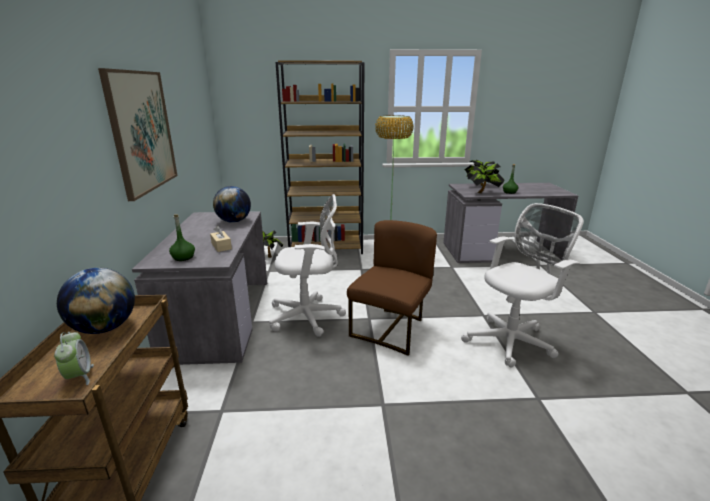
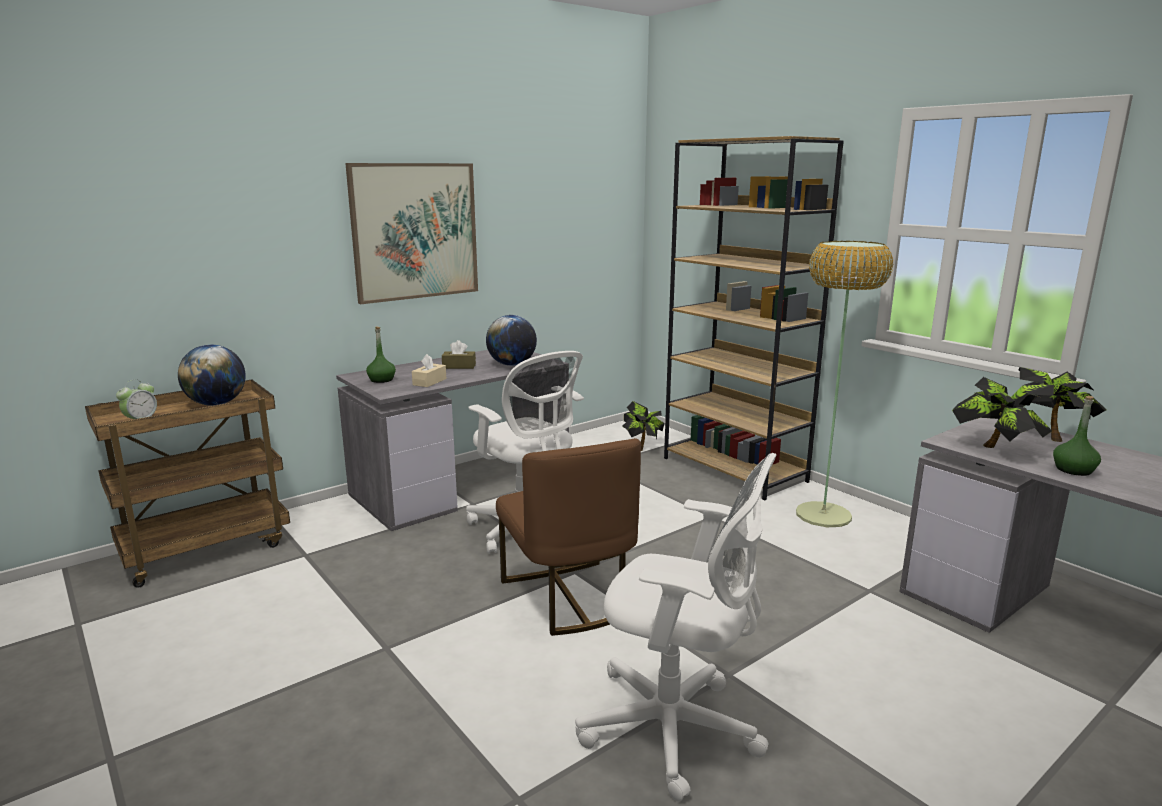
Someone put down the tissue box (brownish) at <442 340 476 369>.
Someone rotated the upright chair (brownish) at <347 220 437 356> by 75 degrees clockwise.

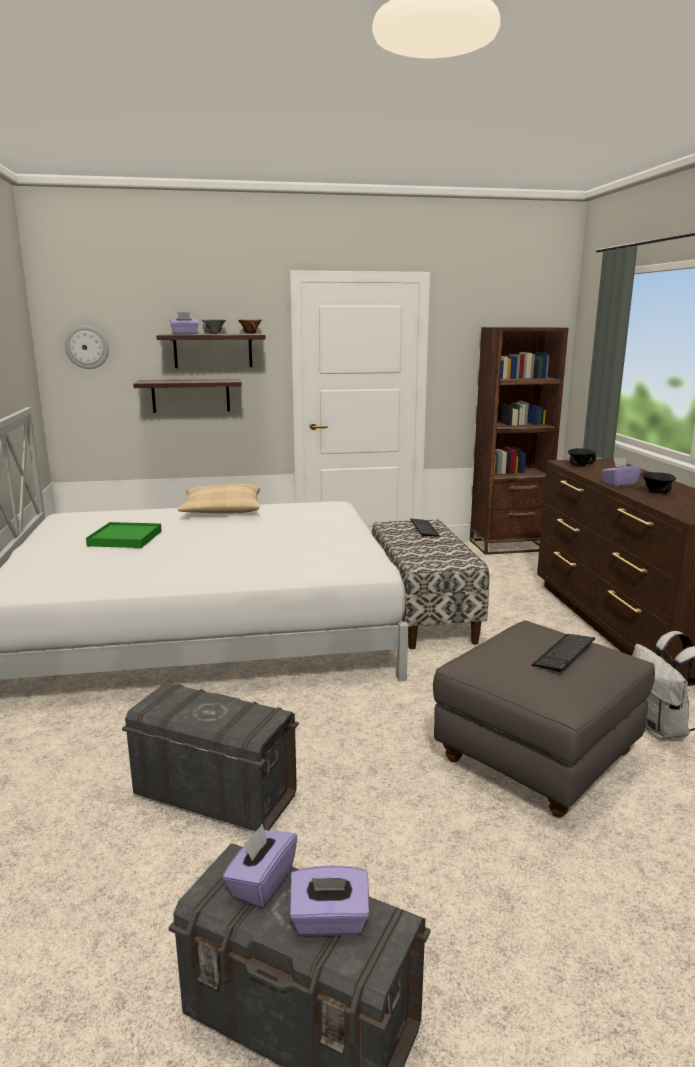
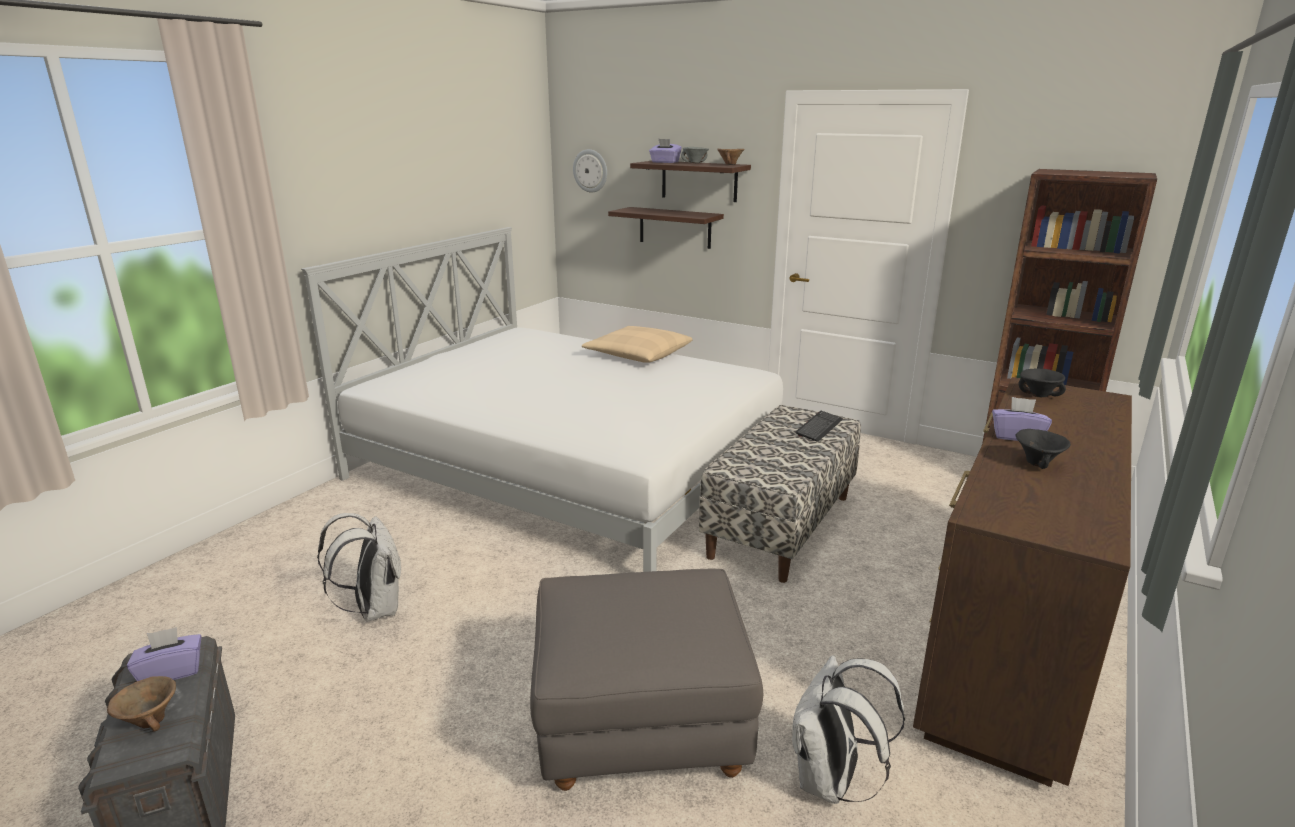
Someone took away the carrying tray (green-coloured) at <86 522 162 548>.
Someone took away the computer keyboard at <531 634 595 673>.
Someone swapped the storage container (grey) at <122 683 299 831> for the rucksack (whitish) at <317 513 401 622>.
Someone swapped the tissue box (purplish) at <290 865 369 936> for the bowl (brownish) at <107 676 176 732>.

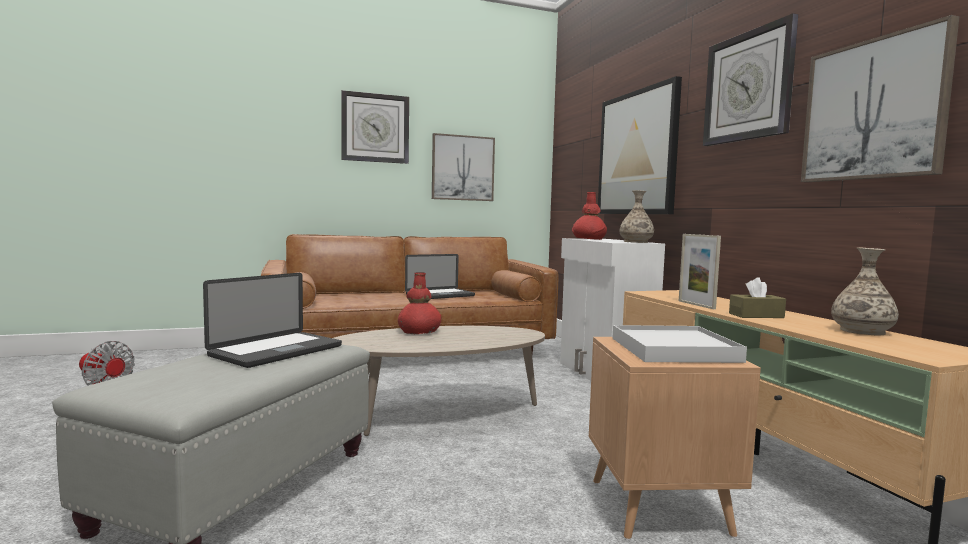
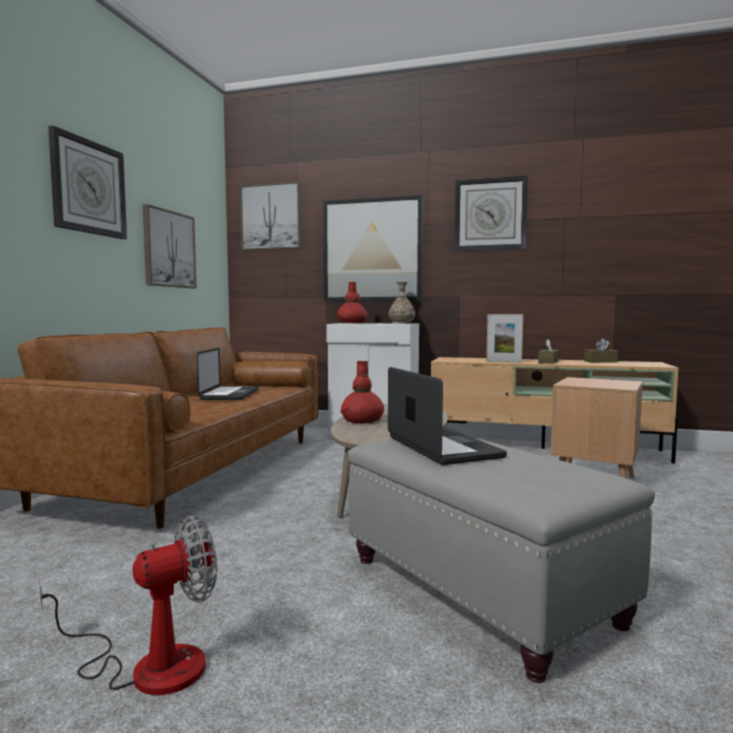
Someone took away the carrying tray (whitish) at <613 325 747 363>.
Someone carried the picture from <801 15 959 182> to <240 181 301 250>.
Someone swapped the decorative vase at <831 247 899 336> for the tissue box (brownish) at <584 338 618 363>.

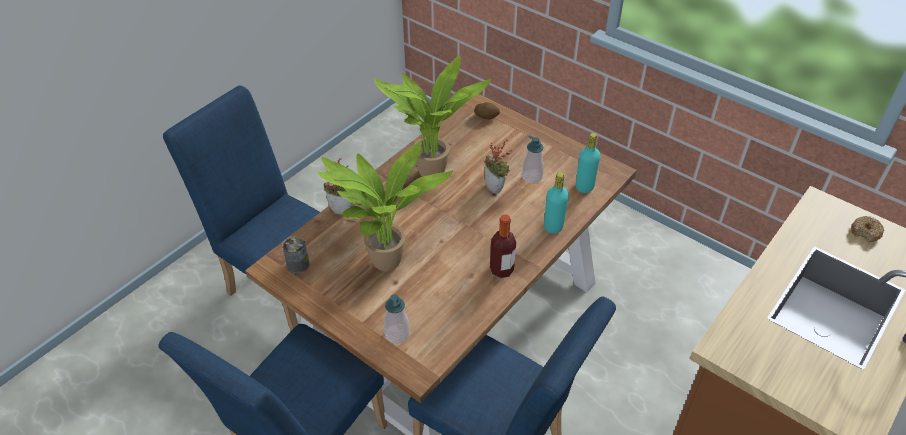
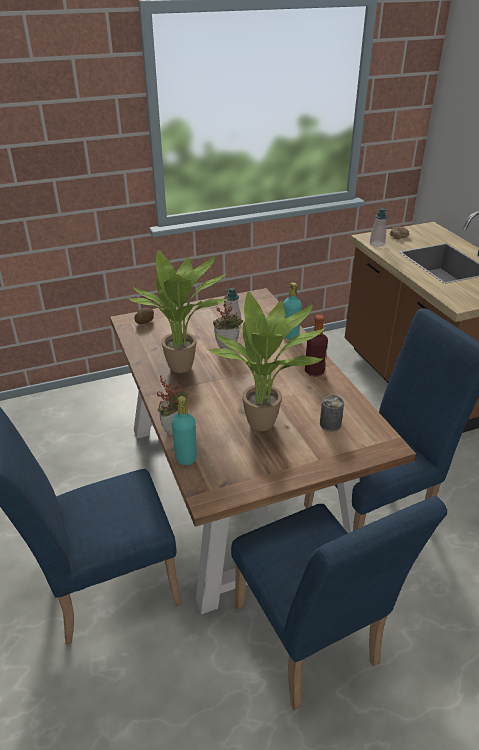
Someone carried the sealed can from <282 237 310 274> to <320 395 344 431>.
Someone carried the liquid soap bottle from <384 294 410 344> to <370 208 388 247>.
Someone carried the bottle (blue-green) from <576 133 600 193> to <172 396 197 465>.

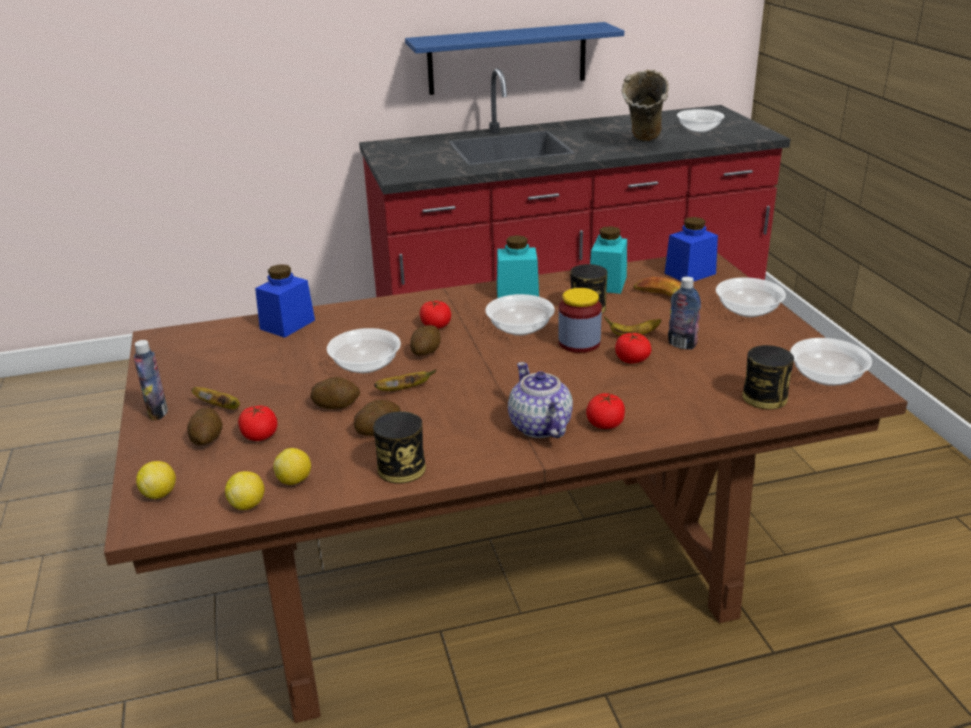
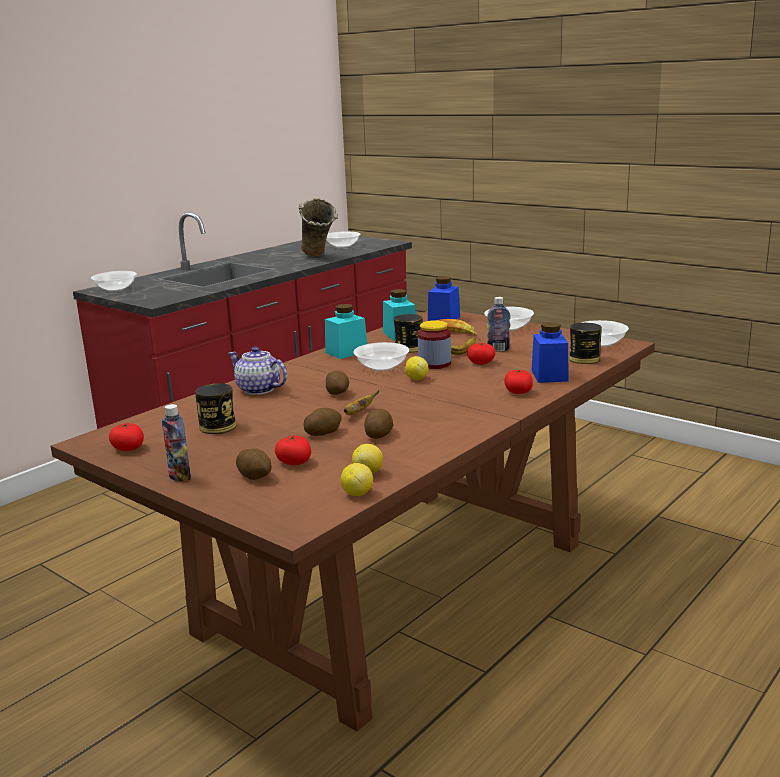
Someone took away the banana at <191 387 240 409>.
Someone took away the shelf (blue) at <405 22 624 95>.
Someone carried the lemon from <136 461 176 499> to <405 356 429 380>.
Someone carried the jar (blue) from <255 264 315 338> to <532 322 569 383>.
Someone carried the bowl from <327 328 401 373> to <91 271 137 291>.
Someone carried the sealed can from <373 411 426 484> to <195 384 236 434>.
Someone carried the tomato from <420 301 451 329> to <109 423 144 451>.
Someone carried the teapot from <508 362 573 438> to <228 347 287 395>.

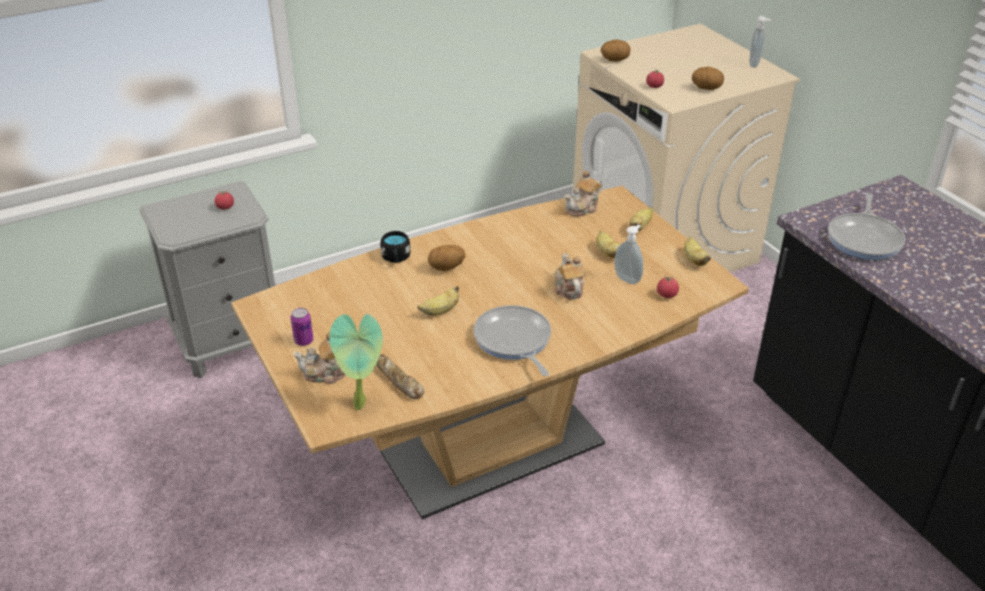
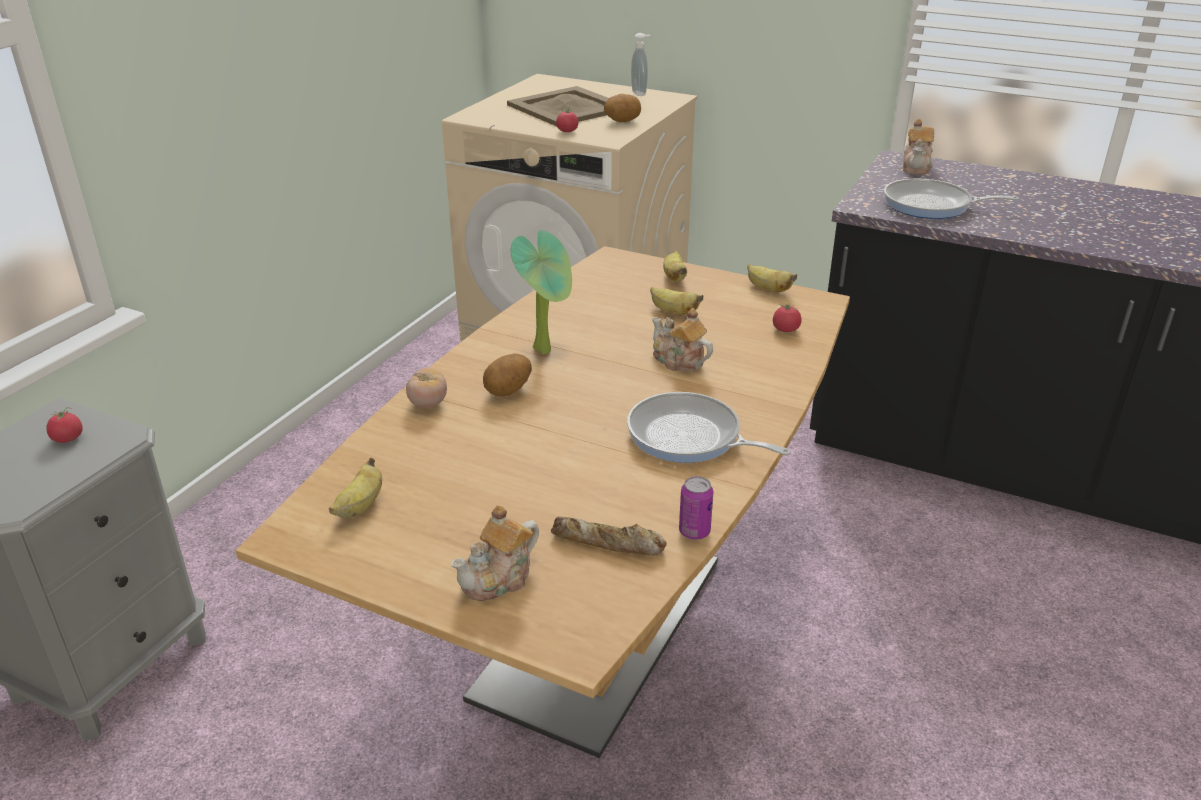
Someone took away the whole potato at <601 39 631 61>.
Someone took away the liquid soap bottle at <614 224 644 285>.
Someone put down the carrying tray (beige-coloured) at <507 86 609 126>.
Someone carried the sealed can from <290 308 313 346> to <679 476 713 540>.
Someone carried the houseplant from <329 314 383 410> to <510 230 572 354>.
Someone carried the banana from <417 286 459 316> to <329 458 382 518>.
Someone carried the teapot from <565 171 602 216> to <903 119 934 175>.
Someone swapped the tea mug (blackish) at <380 231 411 263> for the tomato at <406 368 447 408>.
Someone rotated the skillet at <828 193 905 260> by 120 degrees clockwise.

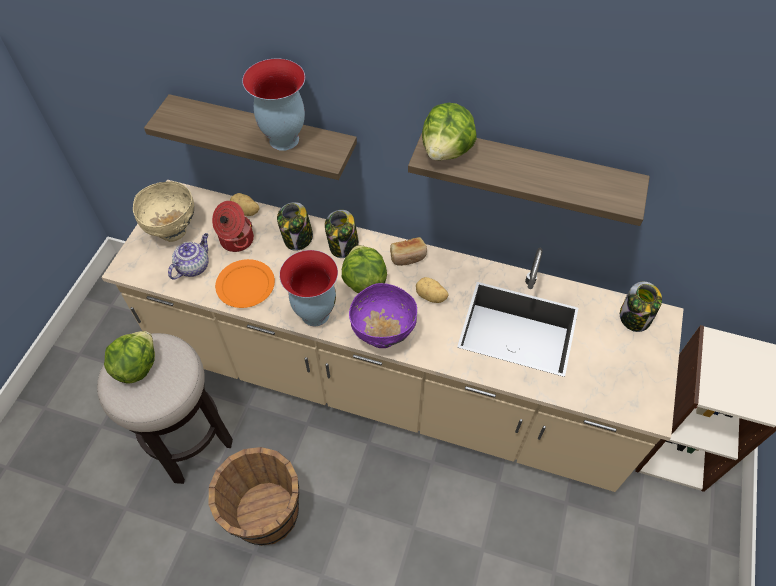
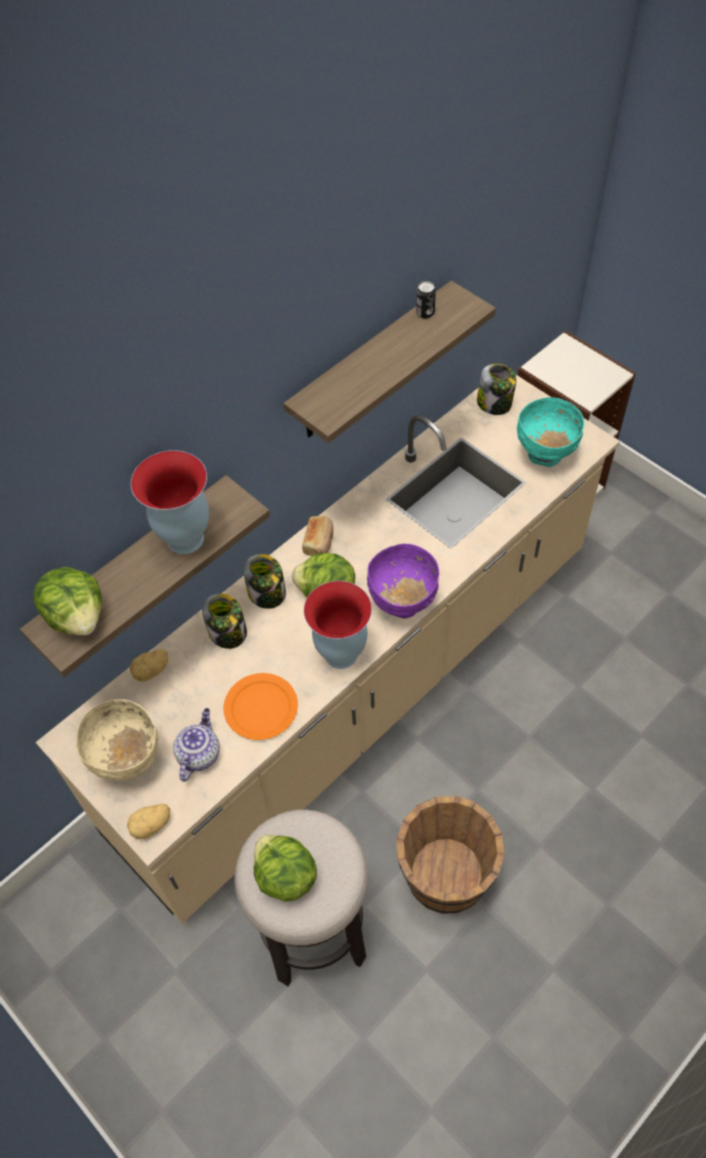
Someone took away the cooking pot at <212 201 254 252>.
Someone put down the sealed can at <416 281 436 319>.
Someone put down the bowl (blue-green) at <517 397 584 467>.
Someone carried the whole potato from <416 277 448 303> to <127 804 170 839>.
Someone carried the lettuce from <422 103 476 161> to <33 567 102 636>.
Someone rotated the teapot at <168 233 209 280> by 45 degrees clockwise.

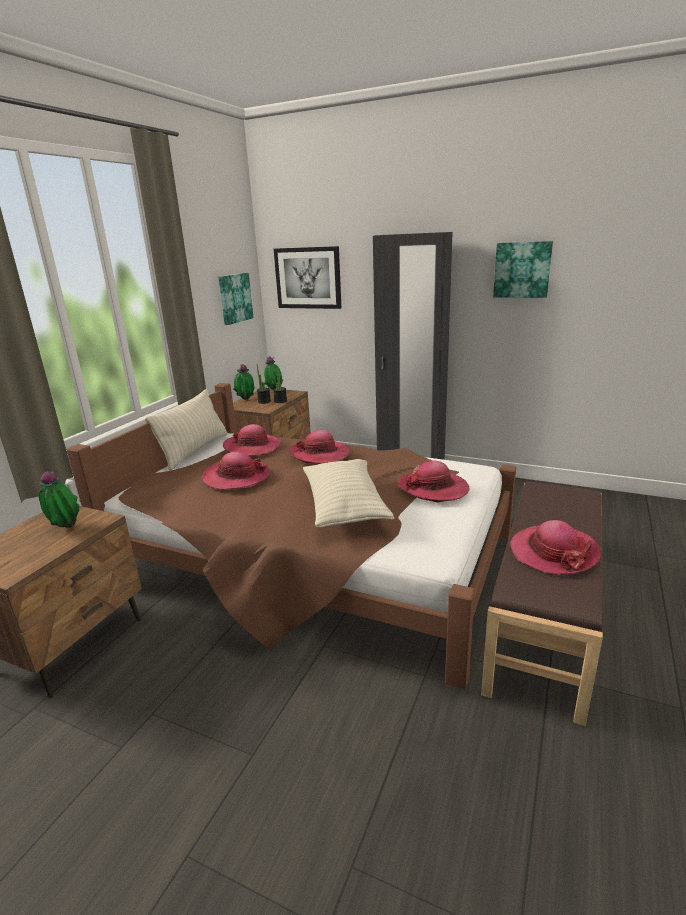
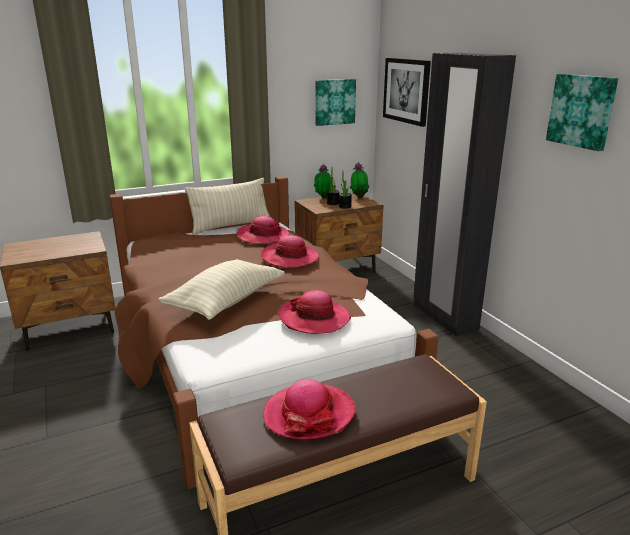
Someone took away the houseplant at <39 470 80 528>.
Someone took away the wearable hat at <202 451 270 489>.

